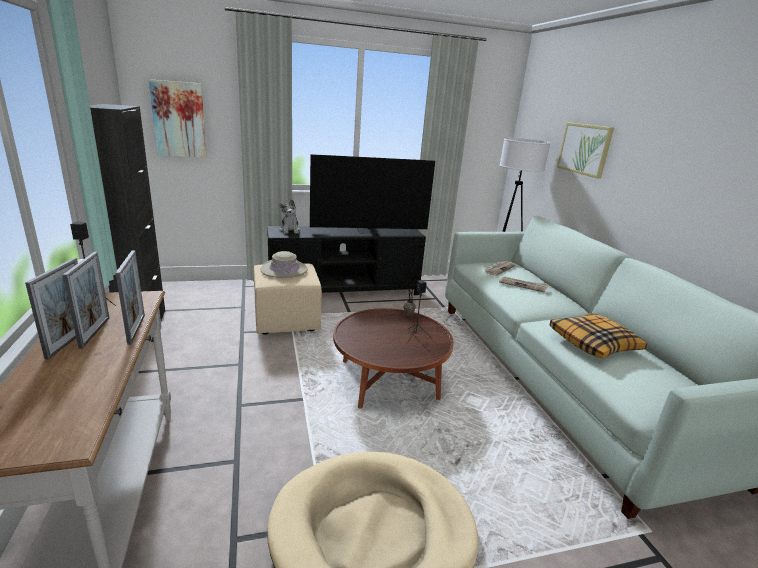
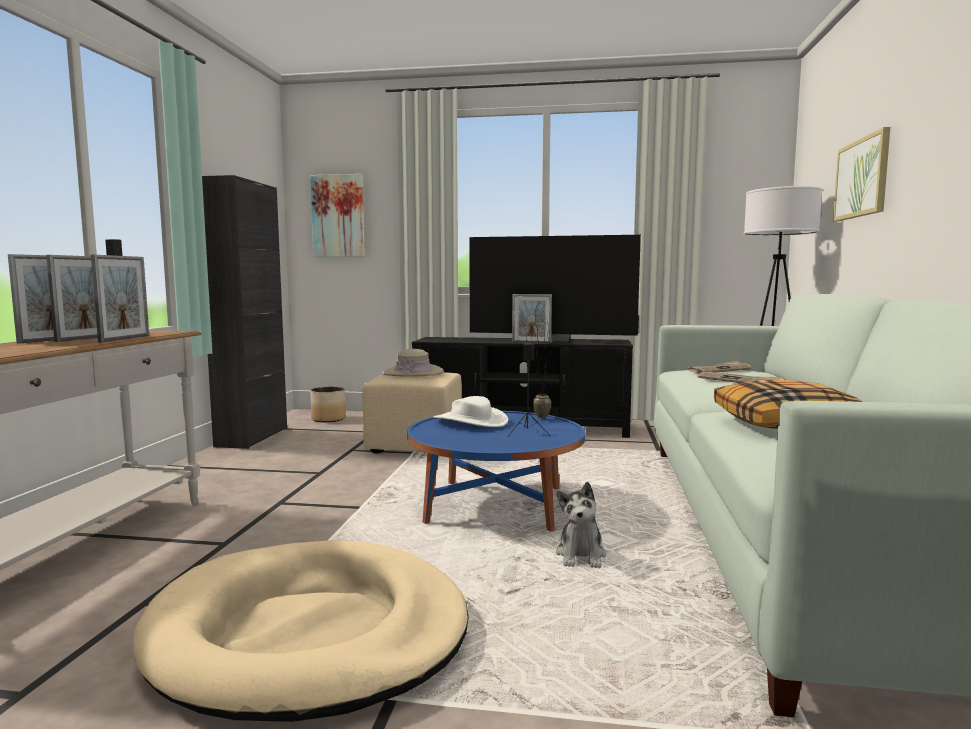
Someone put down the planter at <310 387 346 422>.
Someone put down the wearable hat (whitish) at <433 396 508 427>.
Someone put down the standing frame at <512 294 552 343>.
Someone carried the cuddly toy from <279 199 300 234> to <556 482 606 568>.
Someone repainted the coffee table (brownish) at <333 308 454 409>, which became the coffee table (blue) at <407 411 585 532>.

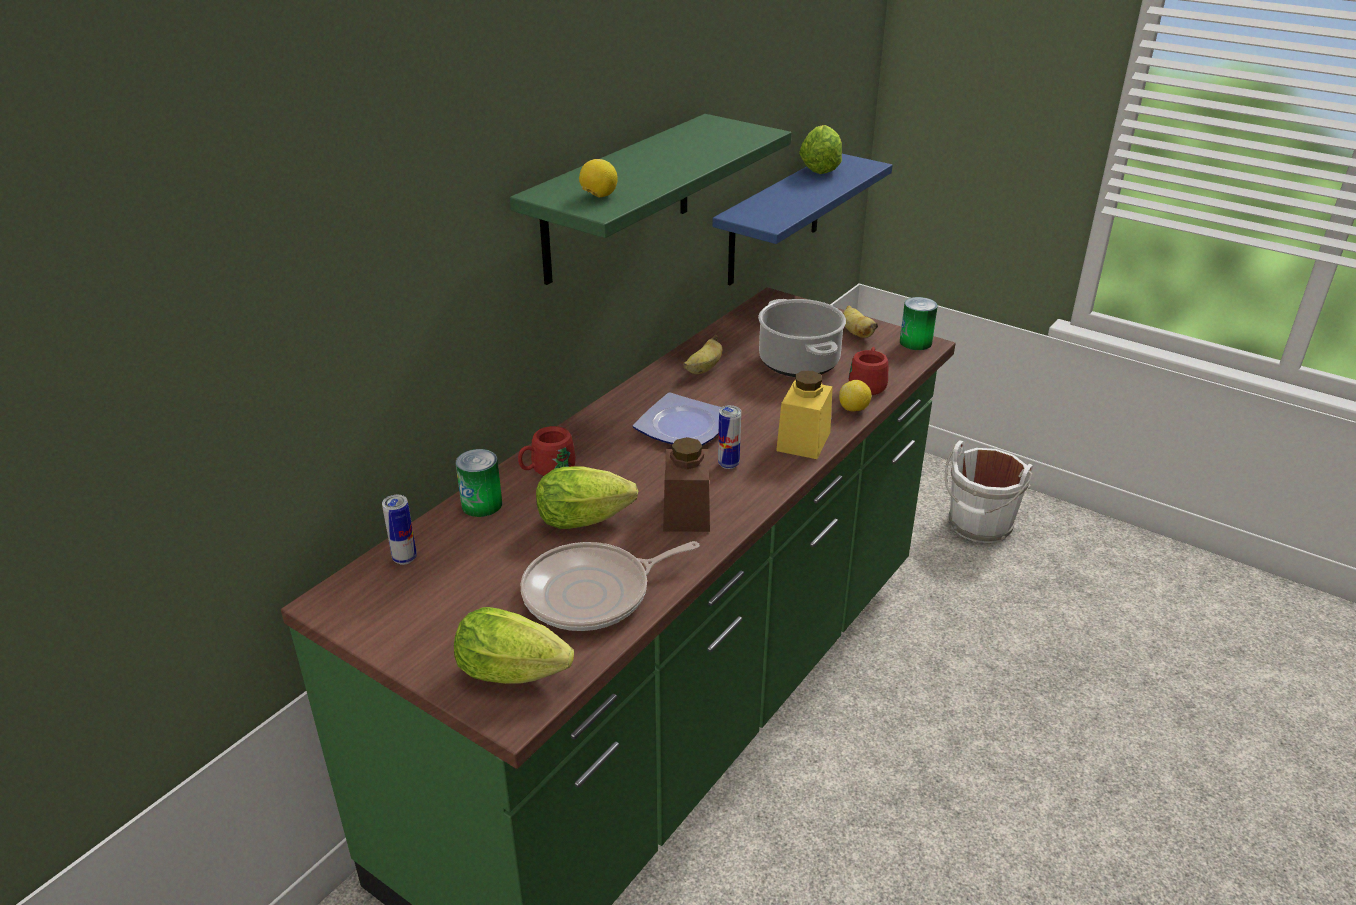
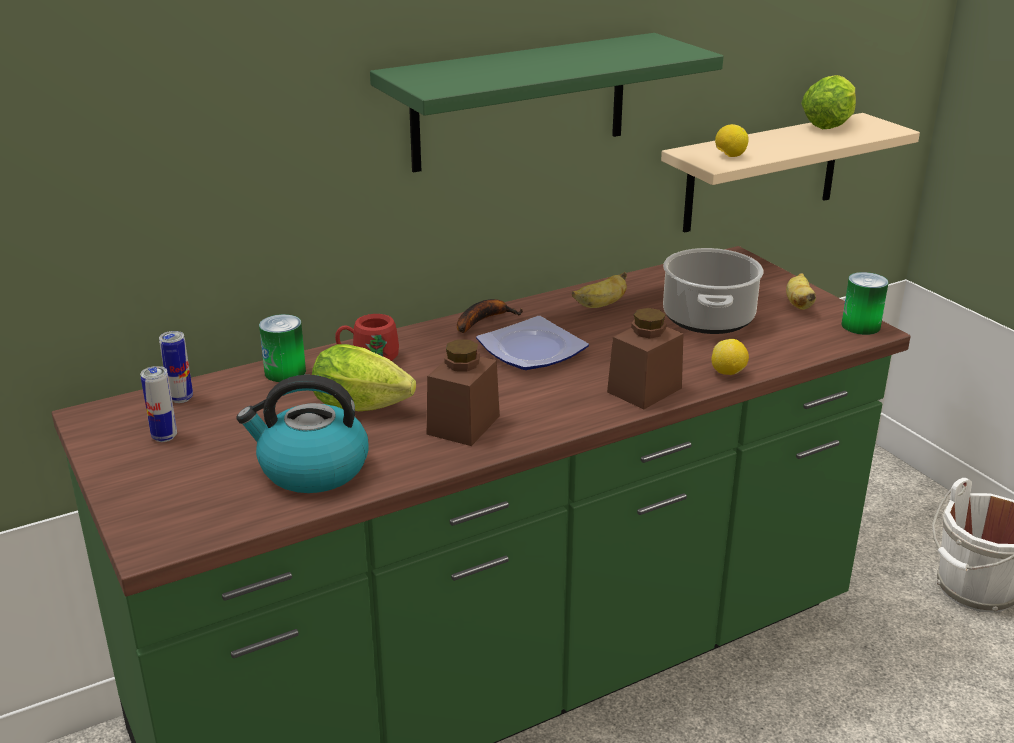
Someone took away the lettuce at <454 607 574 684>.
Someone took away the tea mug (red) at <849 347 888 395>.
Someone put down the banana at <457 299 523 333>.
Someone carried the lemon from <579 159 618 198> to <715 124 749 157>.
Someone carried the sealed can from <718 405 741 469> to <140 366 177 442>.
Someone swapped the skillet at <521 541 700 631> for the tea kettle at <236 375 369 493>.
Someone repainted the shelf (blue) at <713 154 893 285>, which became the shelf (beige-coloured) at <661 113 920 233>.
Someone repainted the jar (yellow) at <776 371 833 459>, which became the jar (brownish) at <607 308 683 409>.

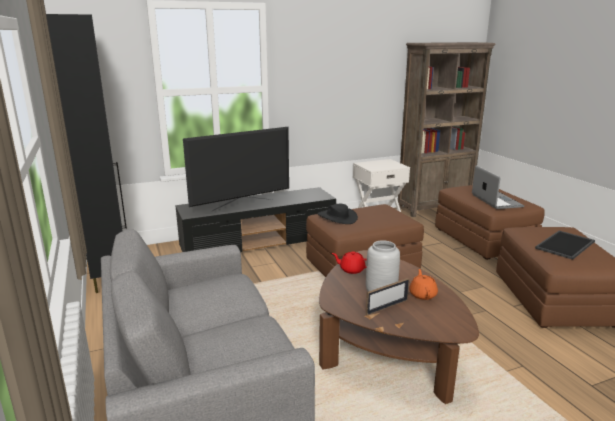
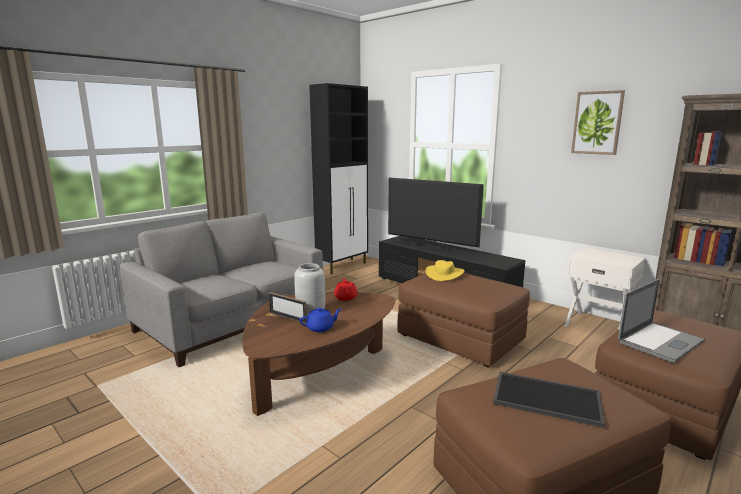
Someone put up the picture at <571 90 625 155>.
Someone repainted the wearable hat (blackish) at <318 204 358 224>, which became the wearable hat (yellow) at <425 260 465 281>.
Someone repainted the teapot (orange) at <409 269 438 300>, which became the teapot (blue) at <300 308 341 332>.

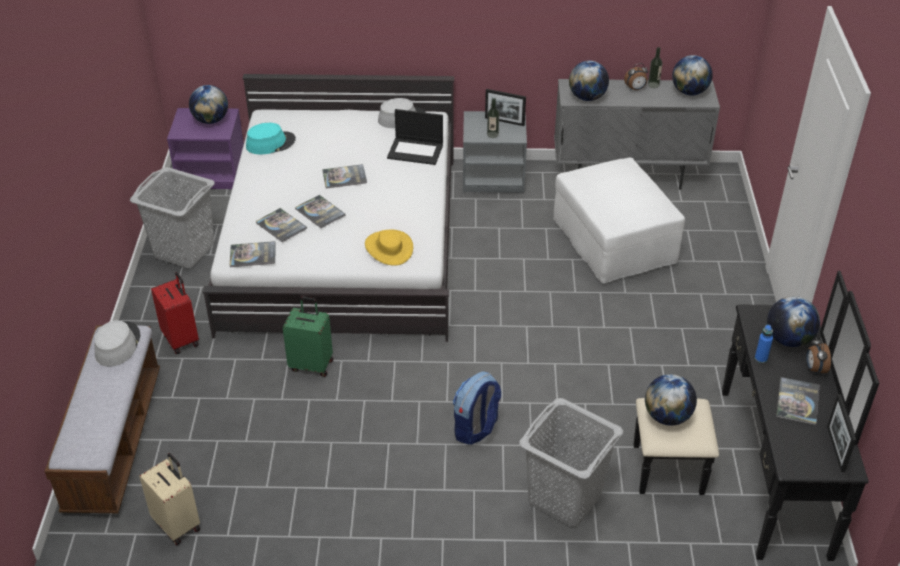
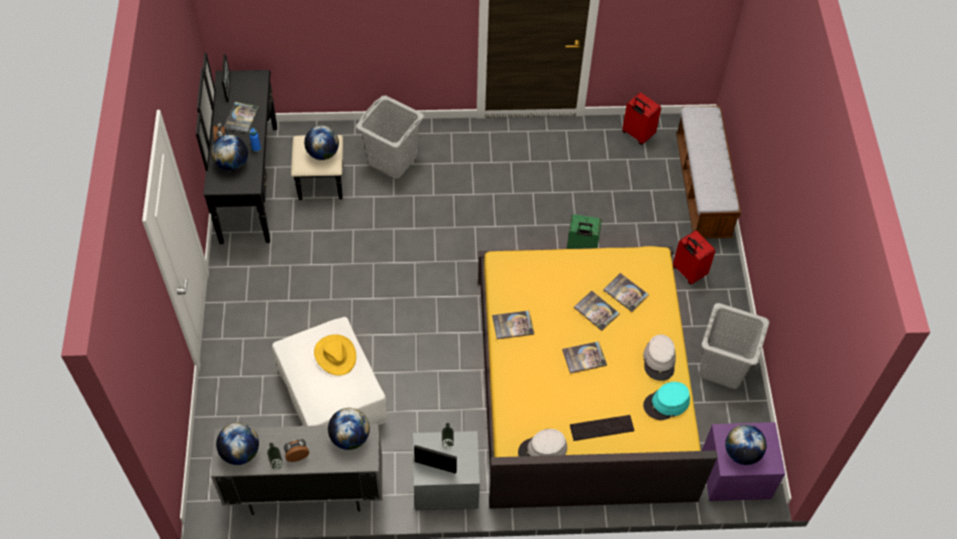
Someone took away the notebook computer at <387 109 443 165>.
Someone took away the rucksack at <453 371 501 445>.
Someone put down the computer keyboard at <570 415 635 441>.
Someone carried the wearable hat (grey) from <94 320 140 367> to <643 334 676 381>.
Someone carried the bound book from <230 241 276 267> to <492 311 534 339>.
Someone carried the wearable hat (yellow) from <365 230 413 266> to <314 334 356 376>.
Someone repainted the travel case (beige-coloured) at <139 453 200 545>, which became the travel case (red) at <622 92 661 145>.
Someone repainted the bedroom bed (whitish) at <203 74 454 342>, which became the bedroom bed (yellow) at <478 246 718 509>.

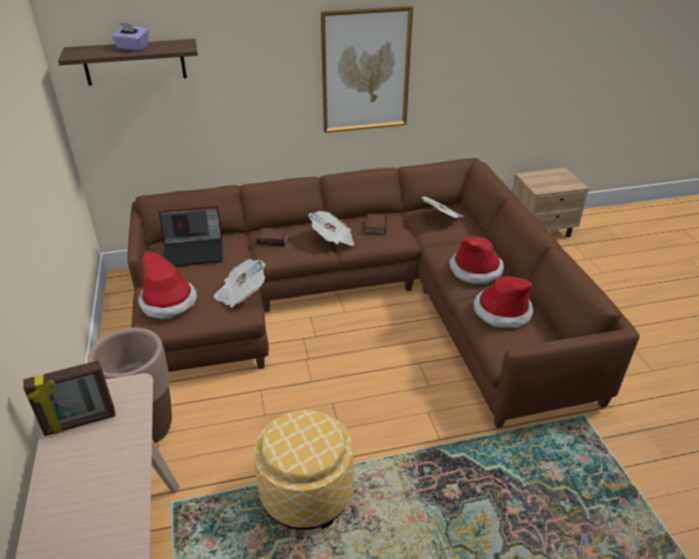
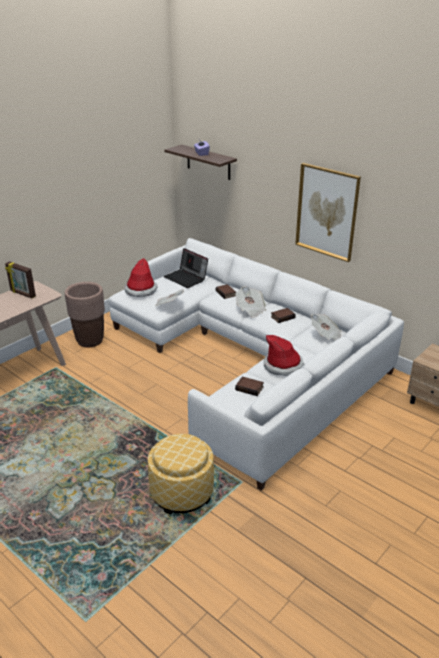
Someone carried the footrest from <254 410 354 530> to <148 434 214 514>.
Someone swapped the wearable hat at <473 276 533 328> for the bound book at <235 376 264 396>.
Someone repainted the couch (brownish) at <127 158 640 428>, which became the couch (whitish) at <109 238 404 491>.

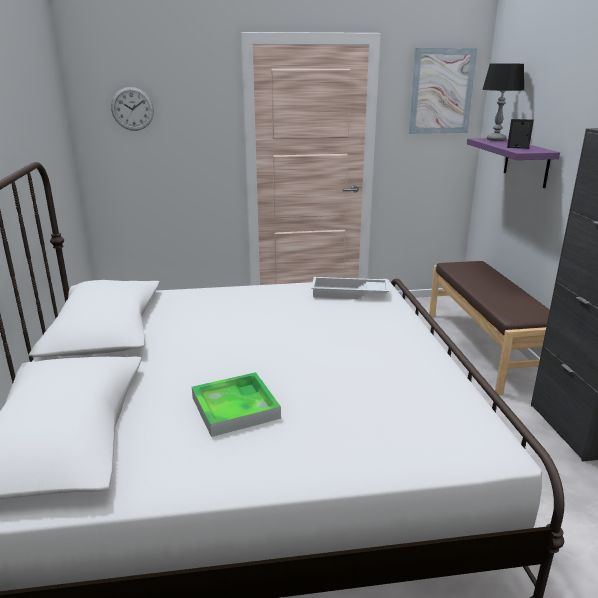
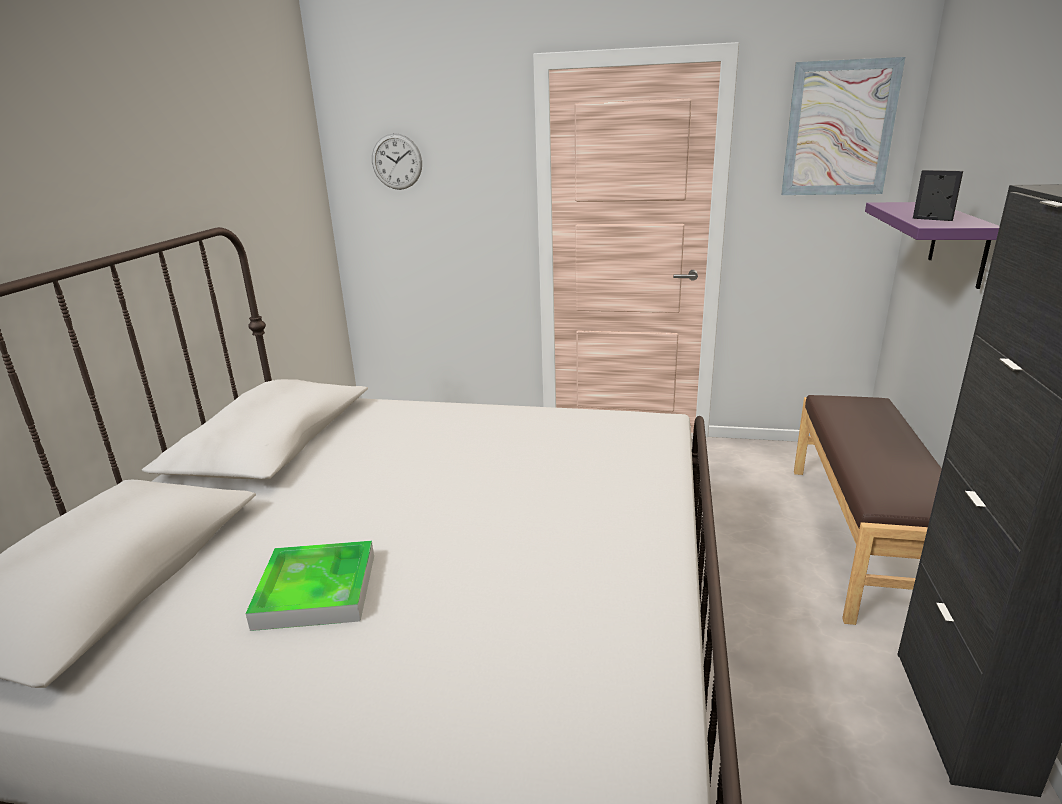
Someone took away the carrying tray (whitish) at <311 277 389 299>.
Someone took away the table lamp at <482 64 524 141>.

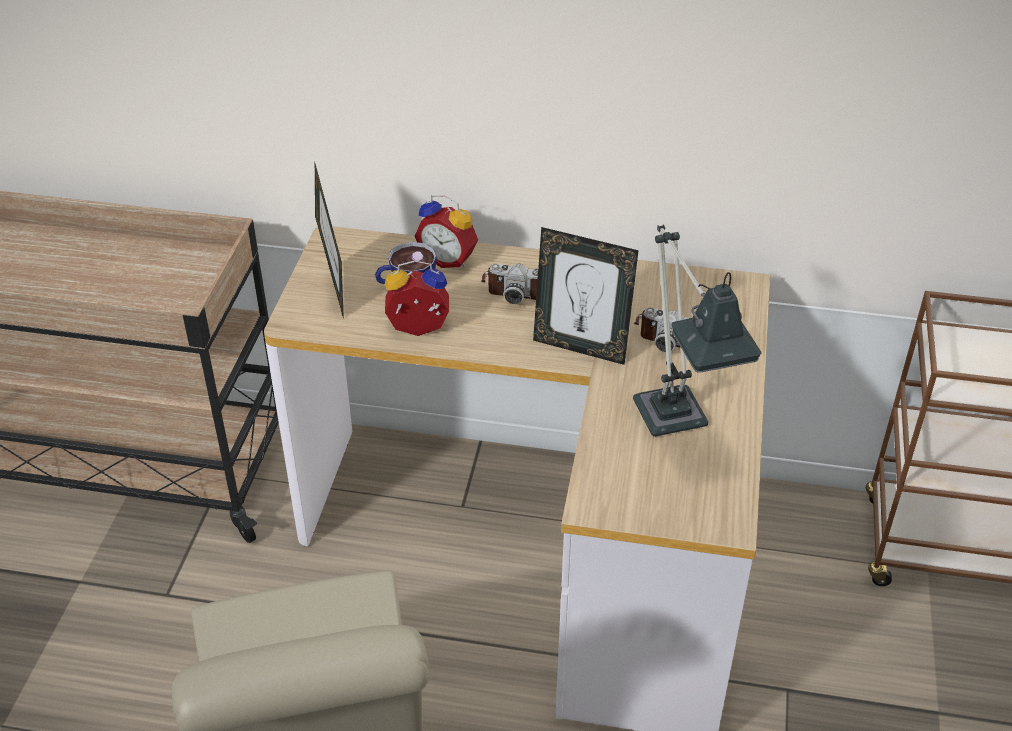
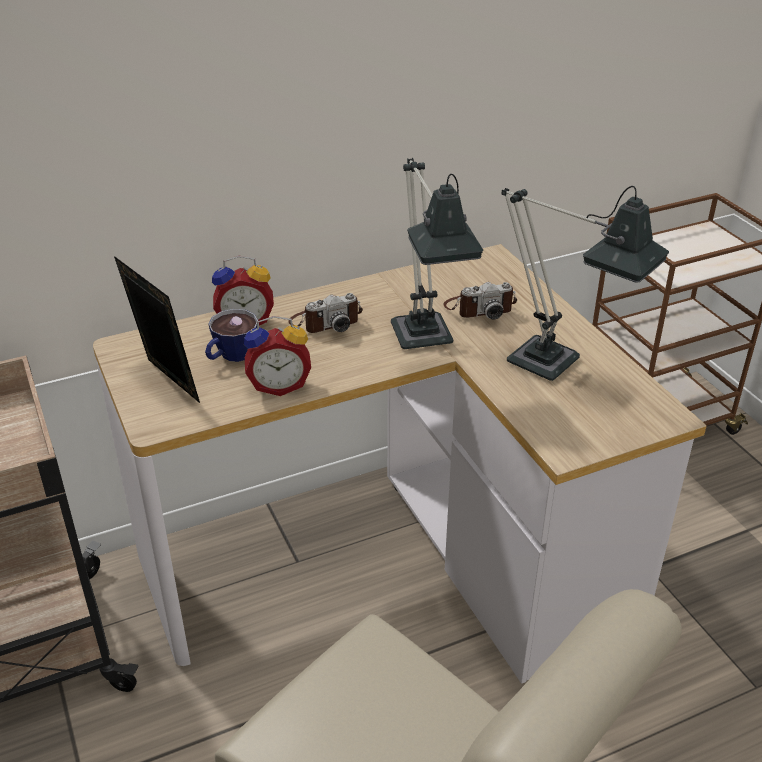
Someone swapped the standing frame at <533 227 639 365> for the table lamp at <391 158 483 349>.
Someone rotated the bedside clock at <385 261 449 336> by 150 degrees counterclockwise.

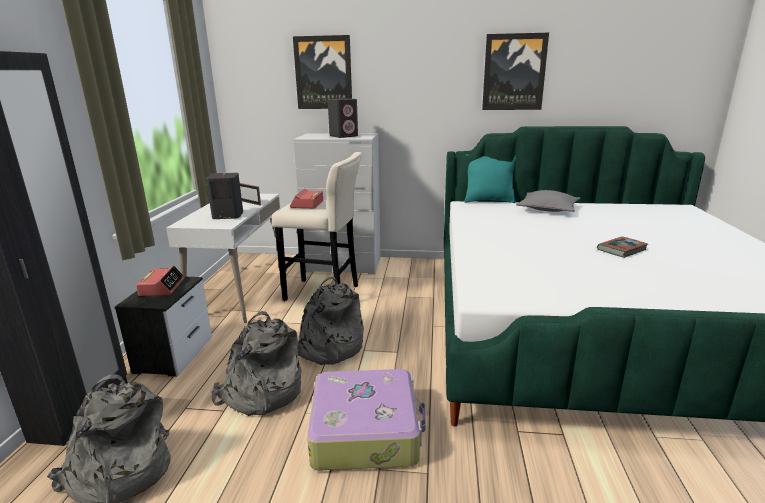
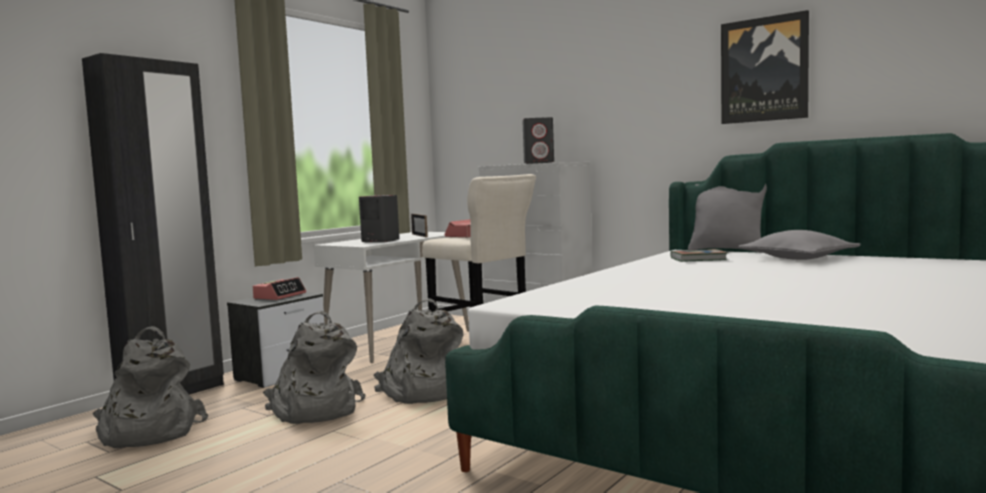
Someone took away the picture at <293 35 352 109>.
Someone took away the travel case at <307 369 426 471>.
Someone carried the bound book from <597 237 648 258> to <670 249 727 262>.
Someone repainted the pillow (blue-green) at <464 154 516 203>, which became the pillow (grey) at <688 184 767 253>.

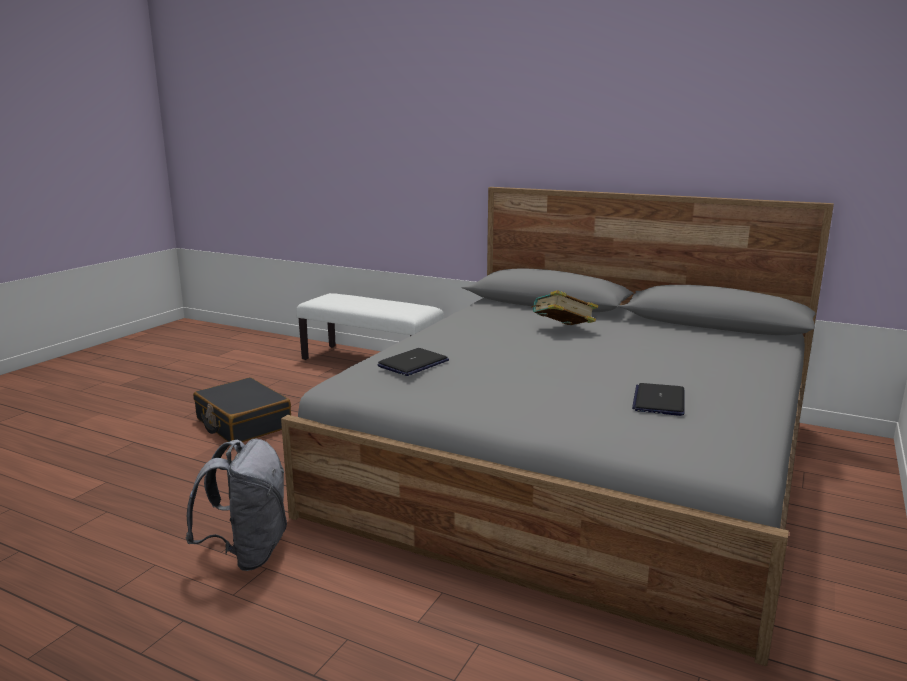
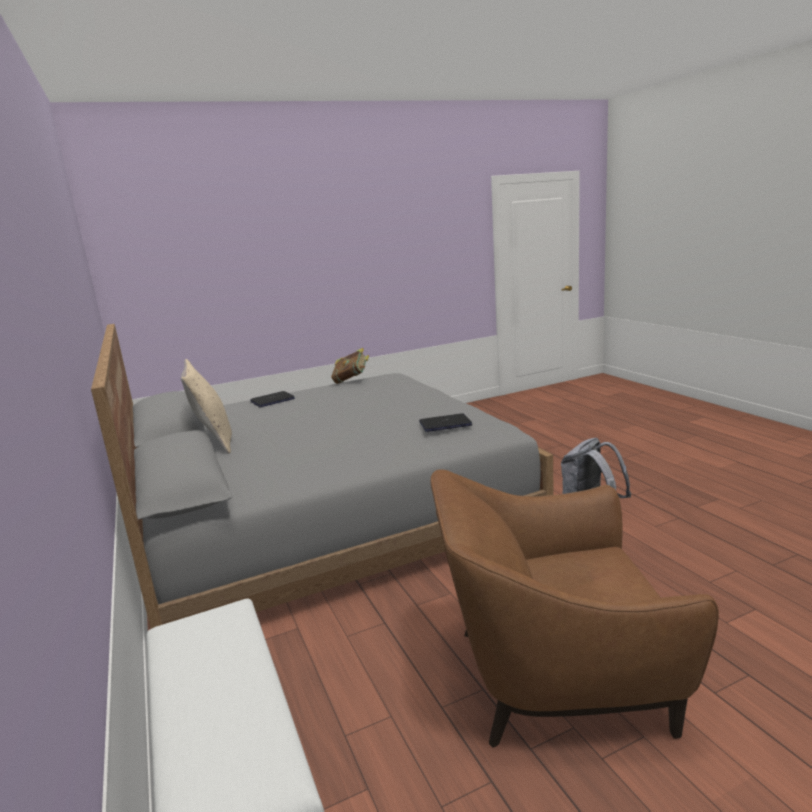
Someone put down the pillow (beige-coloured) at <181 359 232 454>.
Someone carried the bound book from <531 290 598 325> to <331 348 369 384>.
Someone carried the notebook computer from <632 383 684 416> to <251 391 295 407>.
Someone swapped the travel case (blackish) at <193 377 291 442> for the lounge chair (brownish) at <431 470 719 748>.

